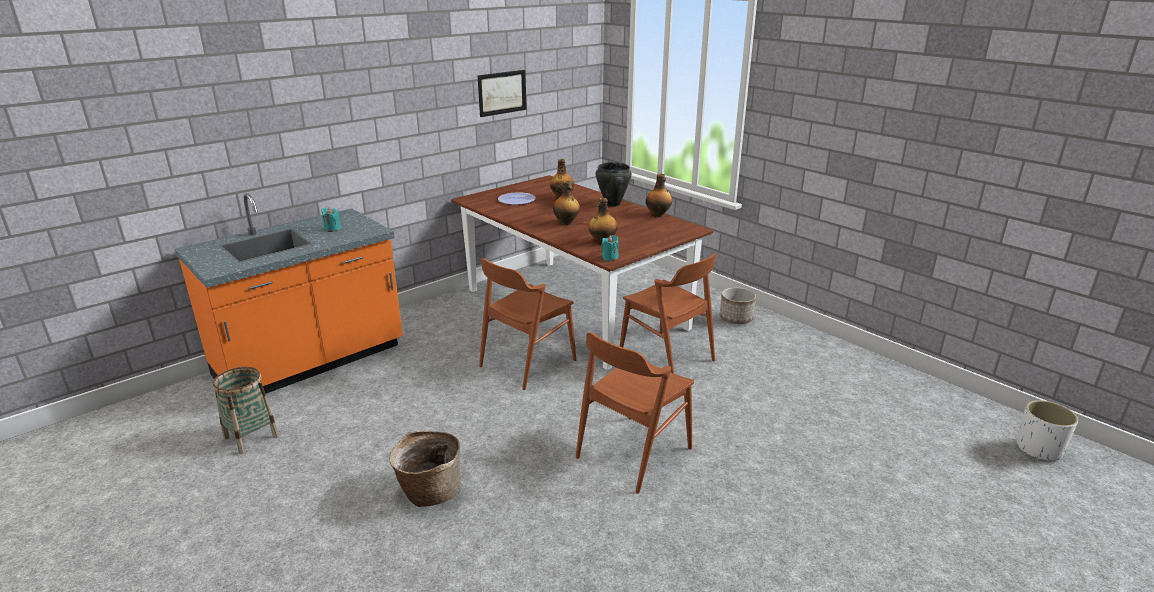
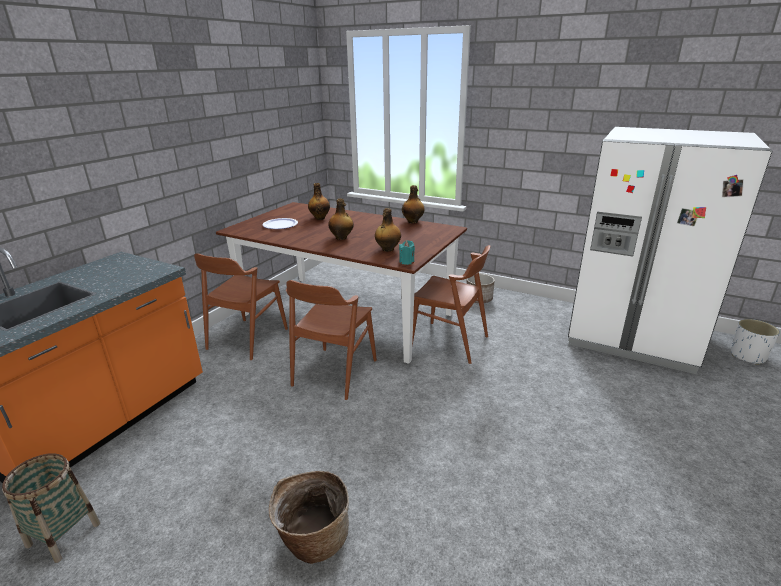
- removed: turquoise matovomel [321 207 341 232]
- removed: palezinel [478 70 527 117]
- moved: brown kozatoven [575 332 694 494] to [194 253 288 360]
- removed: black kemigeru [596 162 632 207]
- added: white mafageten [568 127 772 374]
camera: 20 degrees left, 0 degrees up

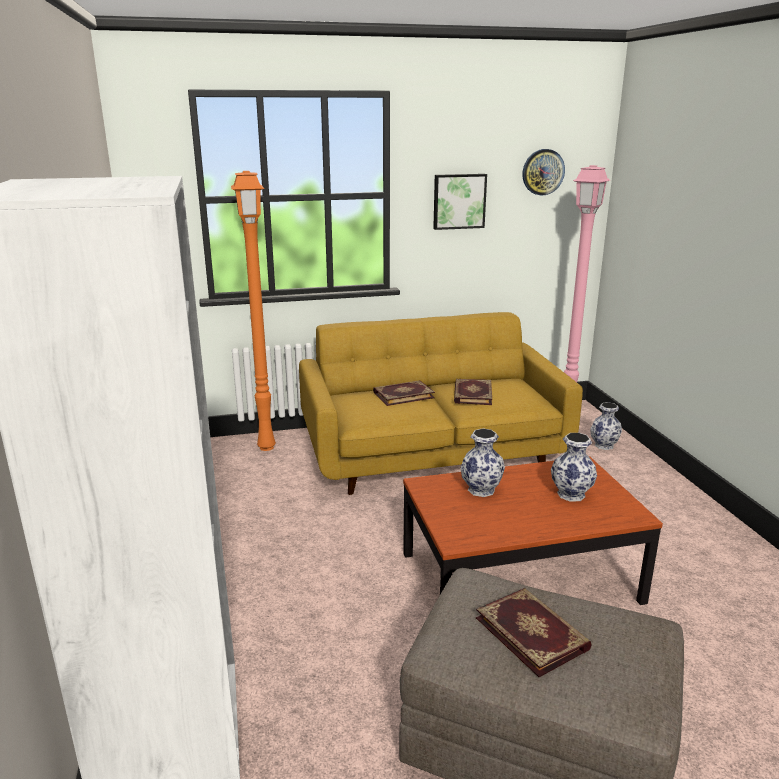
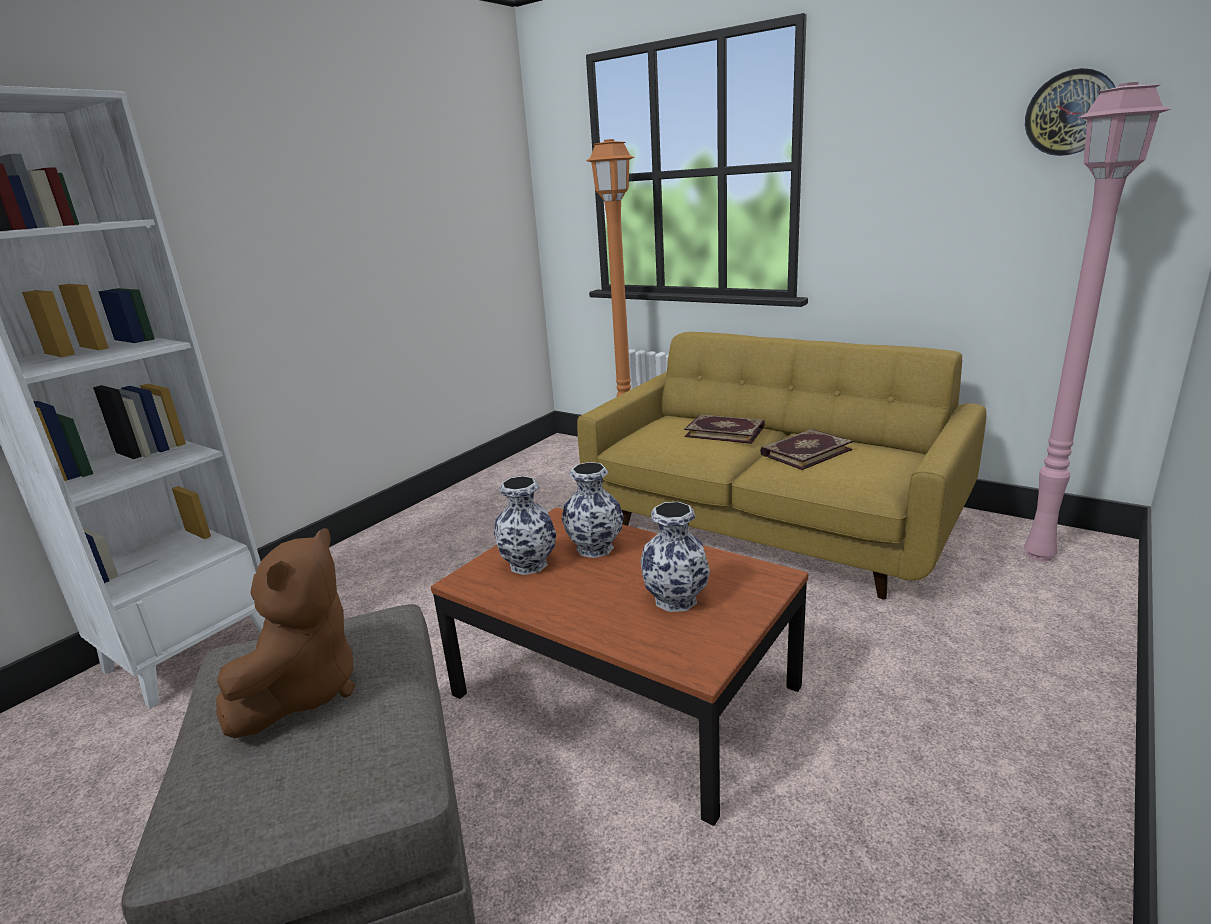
- removed: palezinel [433 174 487 230]
- replaced: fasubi [476 588 592 677] to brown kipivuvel [216 528 355 738]
- moved: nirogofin [590 402 622 450] to [494 476 556 575]
camera: 50 degrees right, 0 degrees up

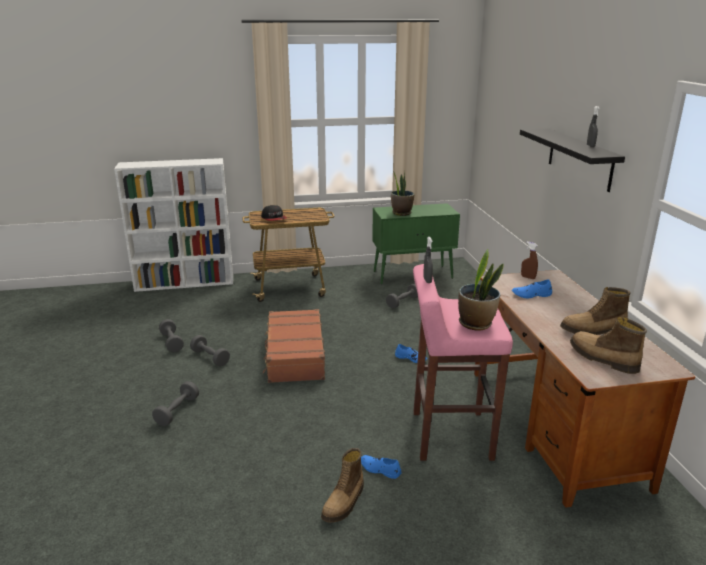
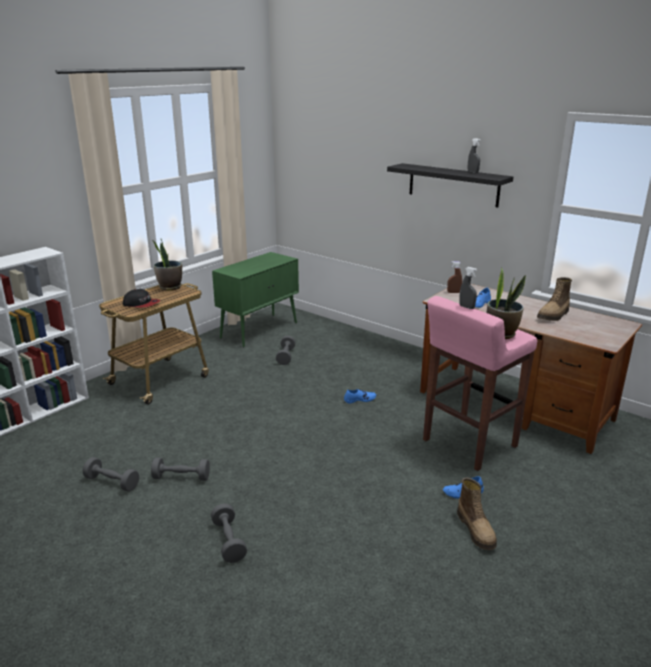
- removed: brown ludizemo [263 309 325 383]
- moved: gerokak [391 170 415 216] to [152 239 182 290]
- removed: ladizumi [570 317 647 374]
camera: 40 degrees left, 0 degrees up

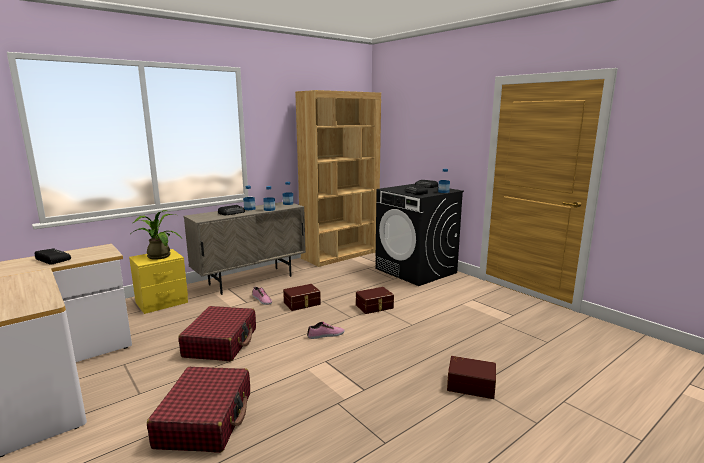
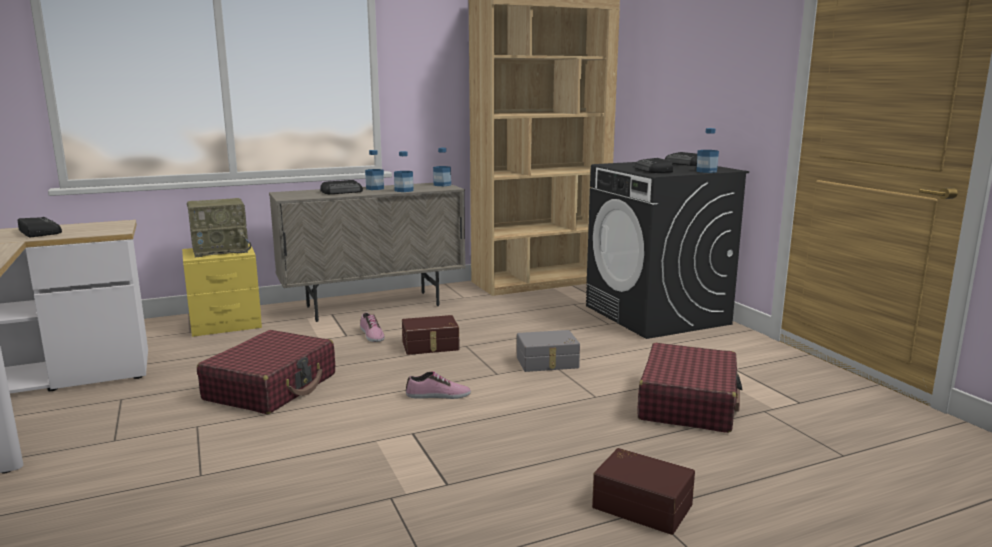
- replaced: gerokak [132 210 182 260] to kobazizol [187 198 251 257]
- moved: red ludizemo [147 367 250 453] to [637 343 742 433]
- recoloured: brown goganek [356 287 394 314] to grey goganek [517 330 580 372]
camera: 15 degrees right, 0 degrees up

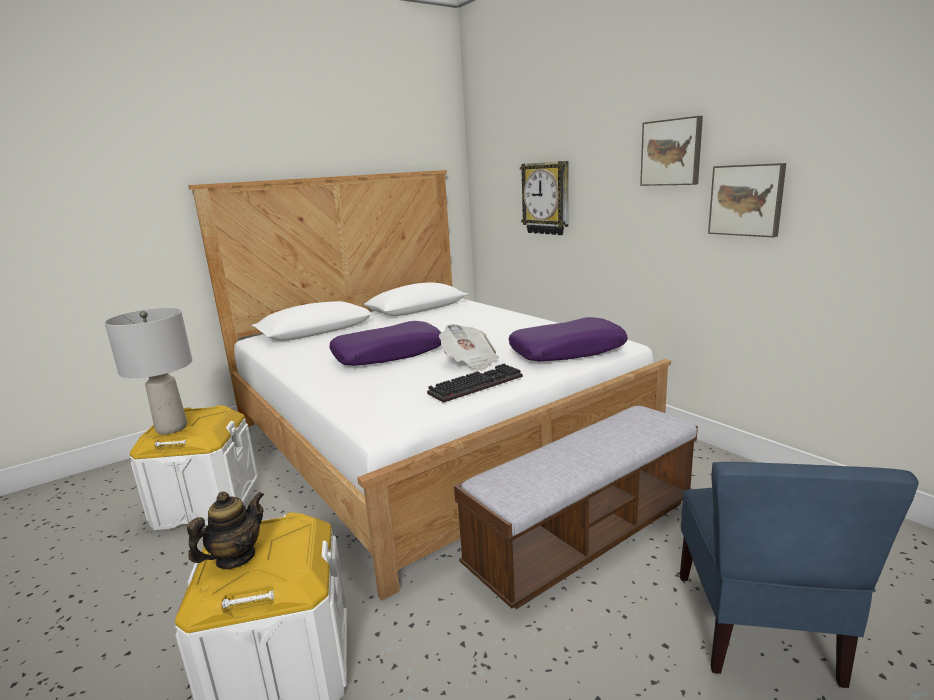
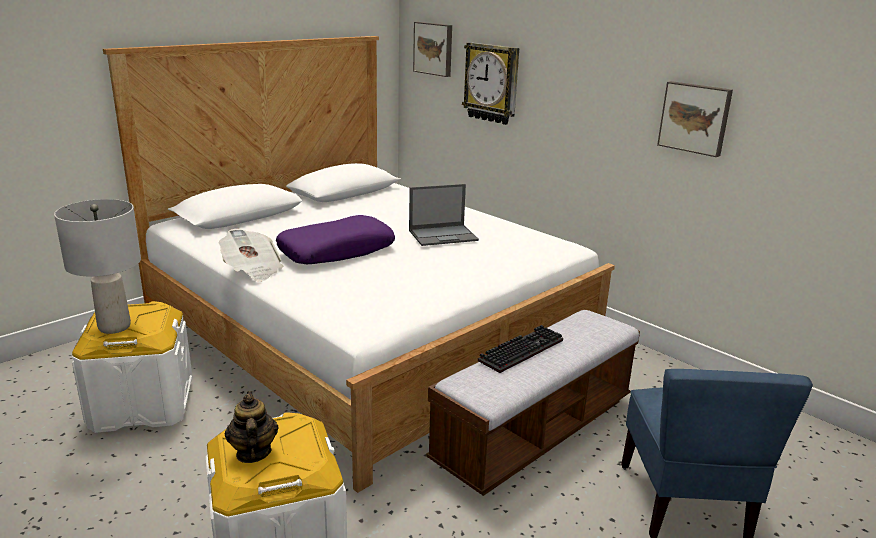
- turned: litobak [187 491 264 569] = [225 391 279 463] 45 degrees counterclockwise
- moved: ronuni [427 364 523 403] to [478 325 563 373]
- moved: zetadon [439 324 499 371] to [219 229 284 282]
- removed: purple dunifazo [509 317 628 361]
- moved: palezinel [640 116 703 186] to [413 22 452 77]
- added: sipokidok [409 184 479 246]
camera: 10 degrees left, 5 degrees up

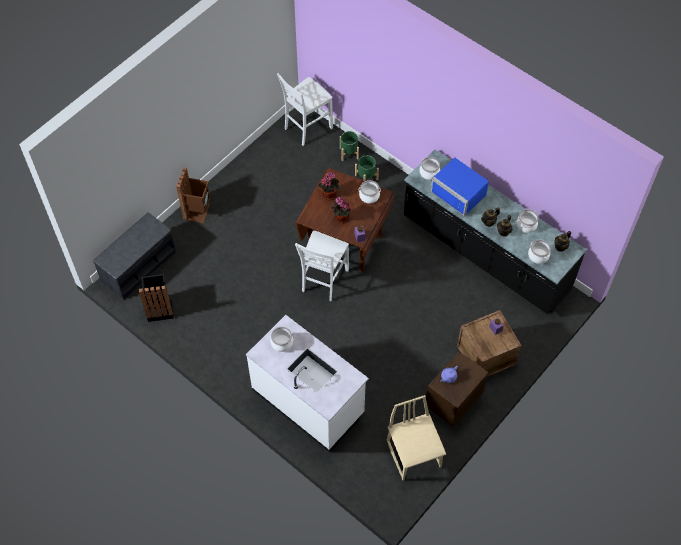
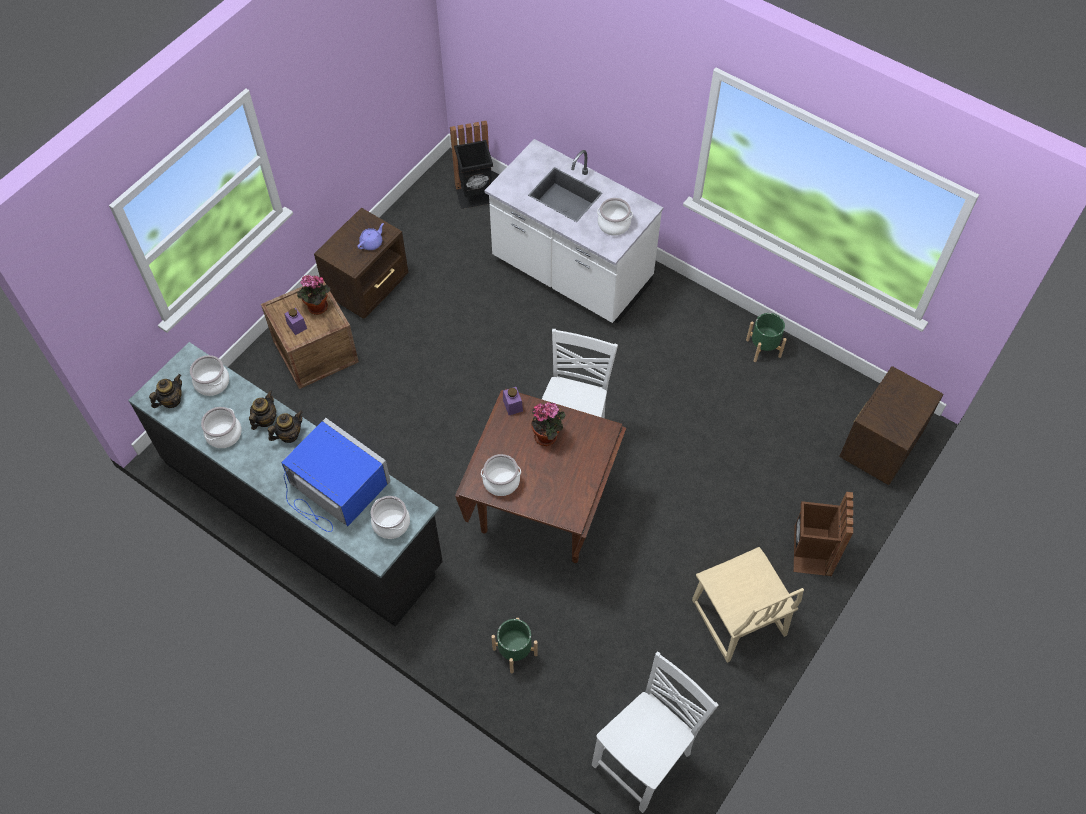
- replaced: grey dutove [93 212 176 300] to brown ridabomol [839 366 944 485]
- moved: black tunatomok [139 274 174 322] to [450 121 493 209]
- moved: gerokak [318 172 340 200] to [297 275 330 315]
- moved: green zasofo [340 131 359 161] to [746 313 787 362]
- moved: beige kozatoven [387 395 446 481] to [692 547 804 663]
camera: 175 degrees right, 0 degrees up

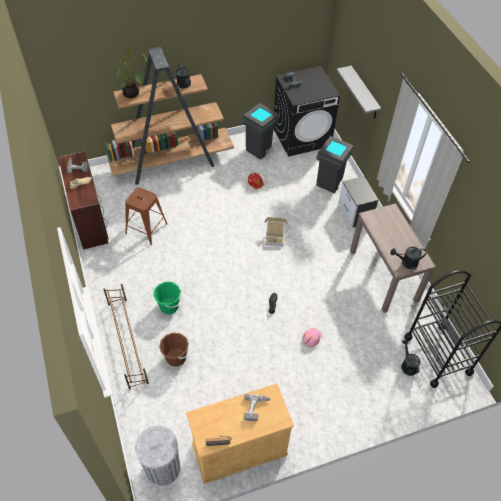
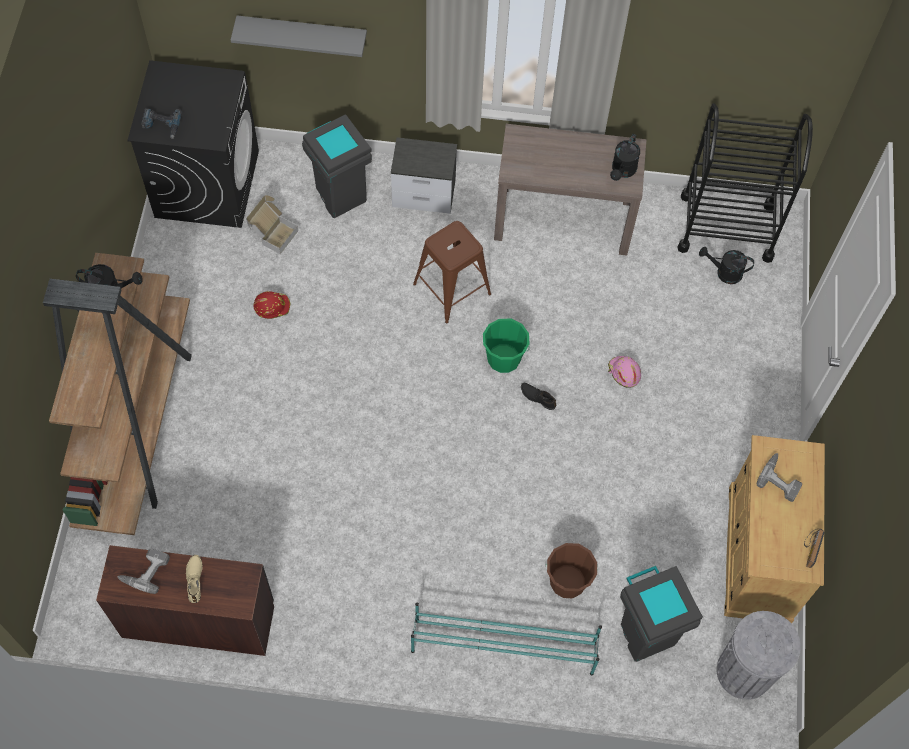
- recoloured: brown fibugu [103 284 149 390] to turquoise fibugu [411 602 602 675]
- removed: gerokak [111 49 147 98]
- moved: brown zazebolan [125 187 168 245] to [413 221 491 324]
- moved: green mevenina [153 282 181 314] to [483 319 530 373]
- moved: grey tunatomok [242 103 279 160] to [620 566 703 662]
- moved: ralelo [264 217 287 247] to [246 195 298 254]
camera: 65 degrees left, 10 degrees up

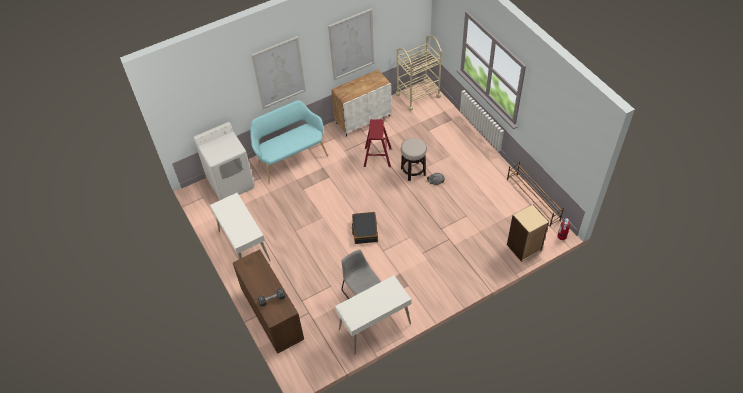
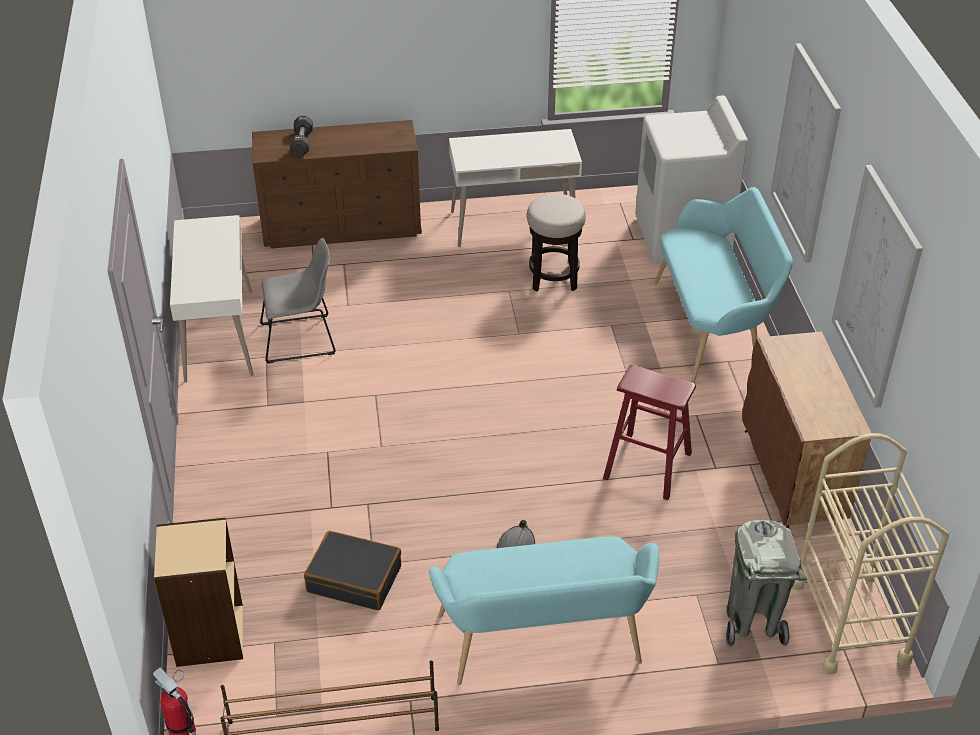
- recoloured: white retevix [331 70 392 136] to brown retevix [742 331 871 529]
- moved: black ludizemo [352 212 378 244] to [304 531 401 610]
- moved: zazebolan [401 138 427 181] to [527 194 586 291]
- added: turquoise dutove [429 537 659 685]
- added: grey tunatomok [726 520 807 648]
camera: 110 degrees right, 10 degrees down

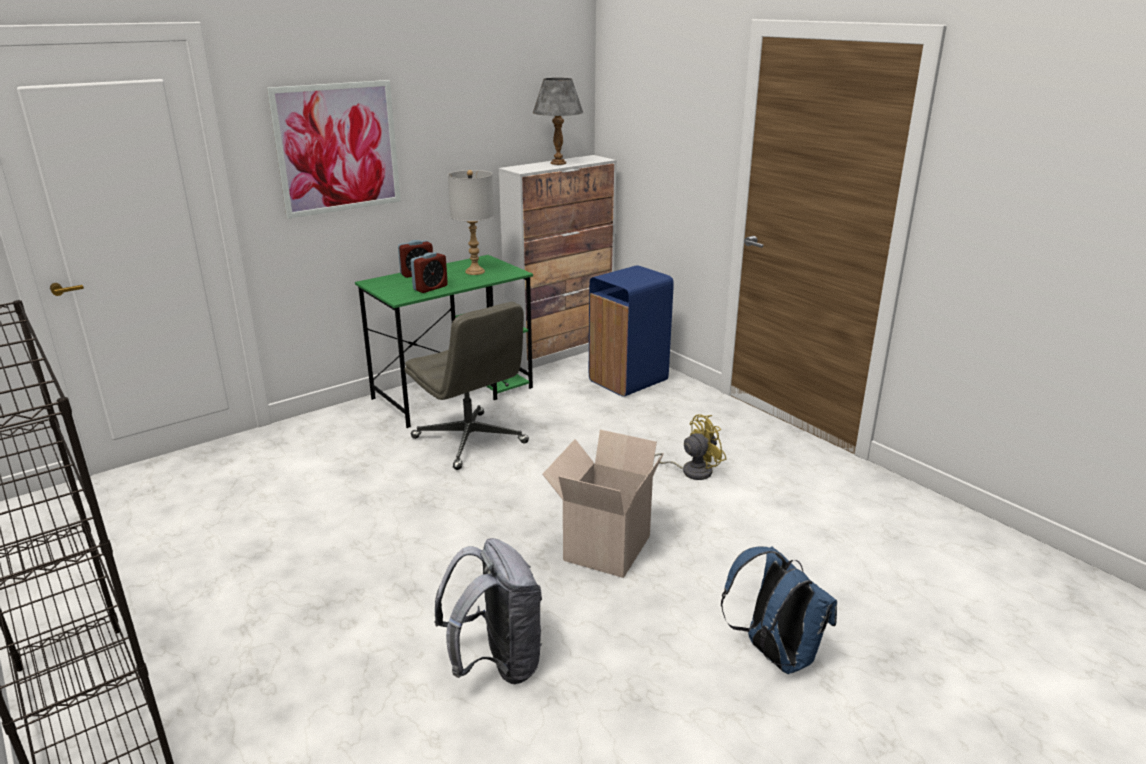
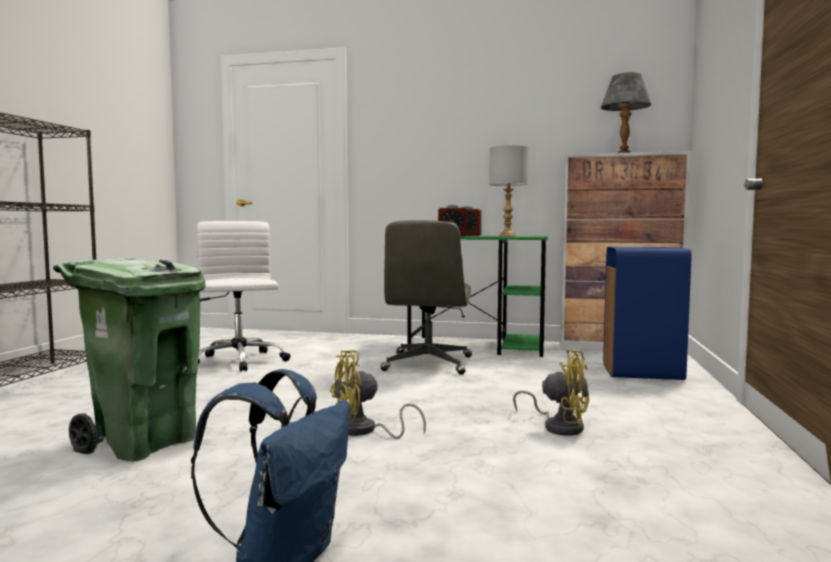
- removed: palezinel [267 80 401 219]
- replaced: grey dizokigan [434 538 542 684] to green tunatomok [53 258 206 461]
- replaced: ralelo [542 430 664 578] to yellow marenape [330 350 426 439]
- added: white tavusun [197 221 291 372]
camera: 50 degrees right, 20 degrees down

